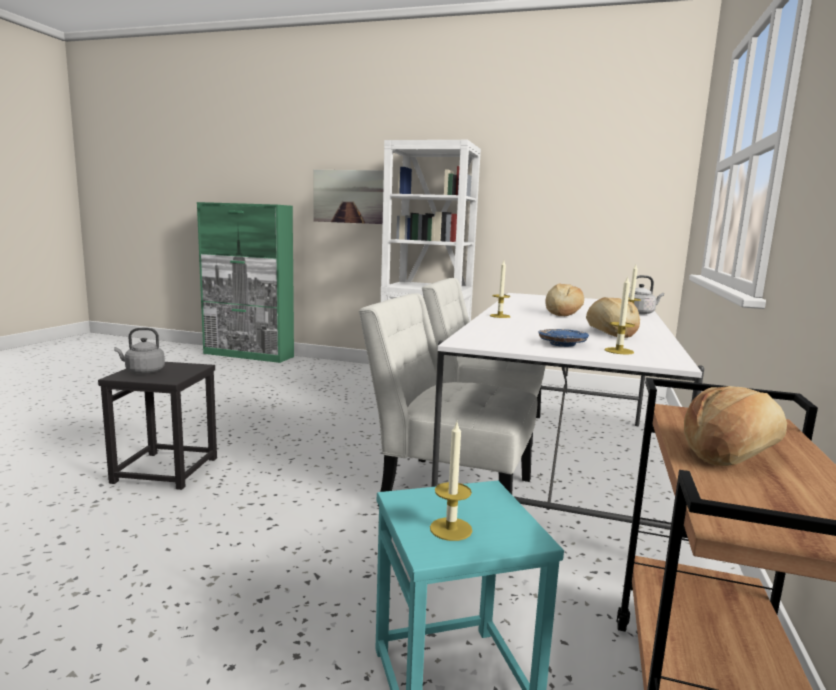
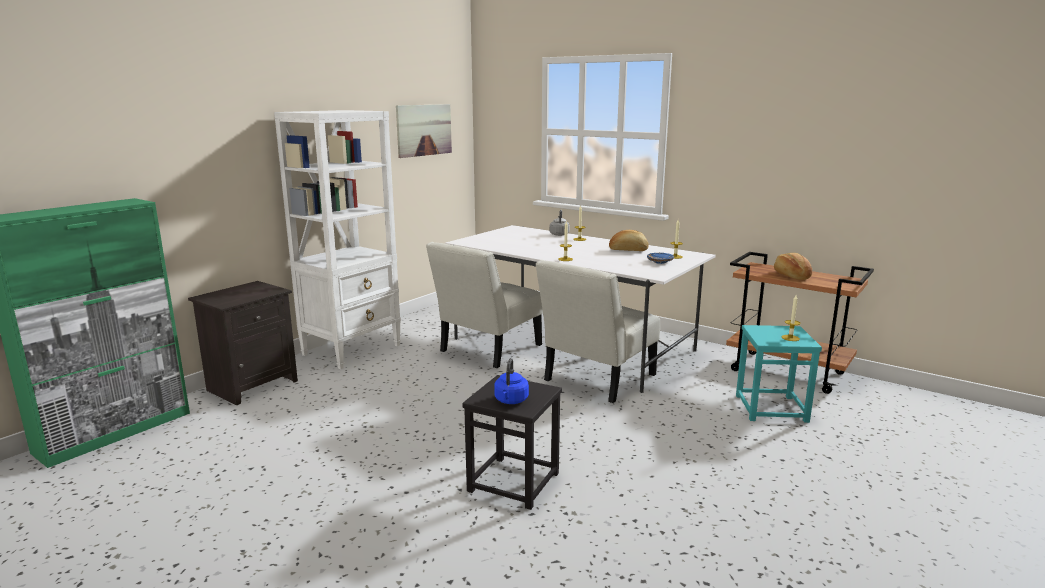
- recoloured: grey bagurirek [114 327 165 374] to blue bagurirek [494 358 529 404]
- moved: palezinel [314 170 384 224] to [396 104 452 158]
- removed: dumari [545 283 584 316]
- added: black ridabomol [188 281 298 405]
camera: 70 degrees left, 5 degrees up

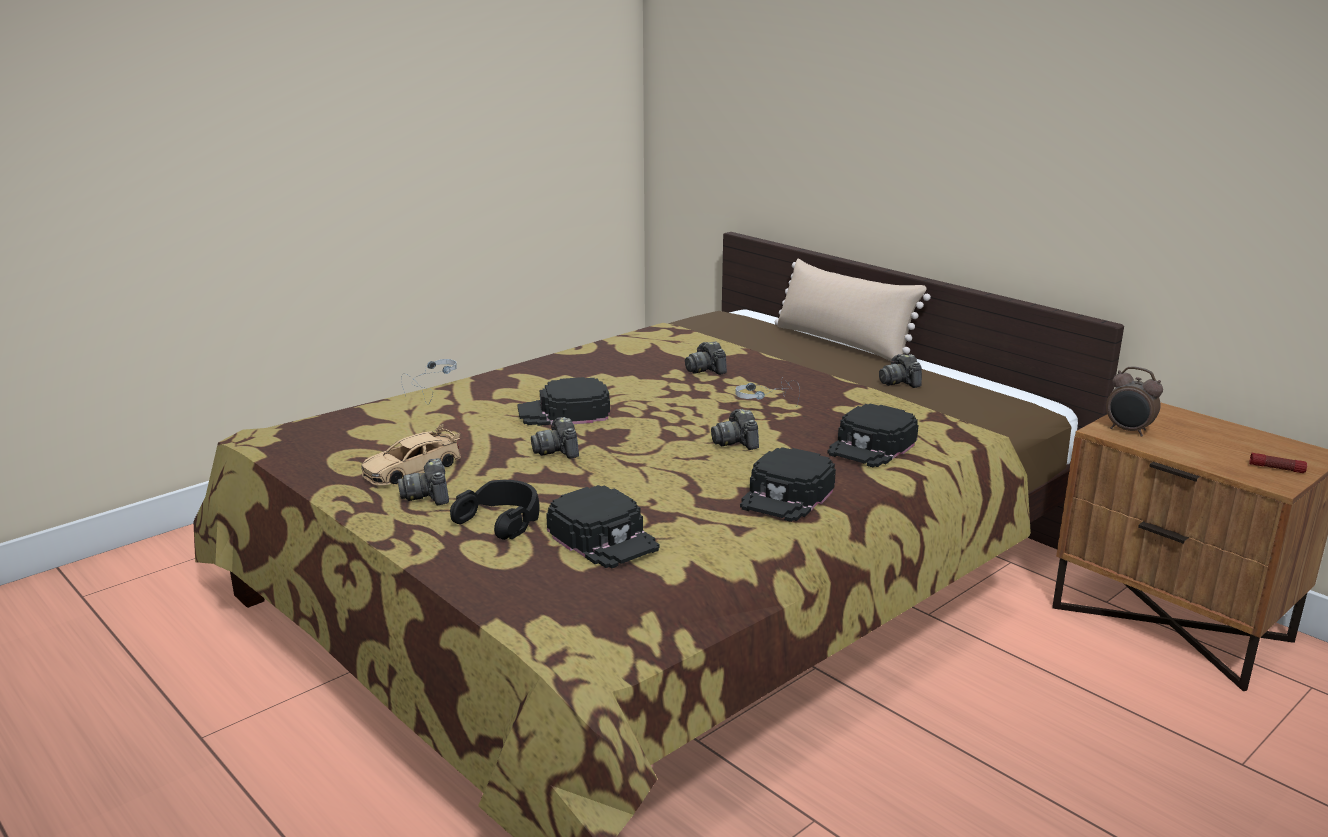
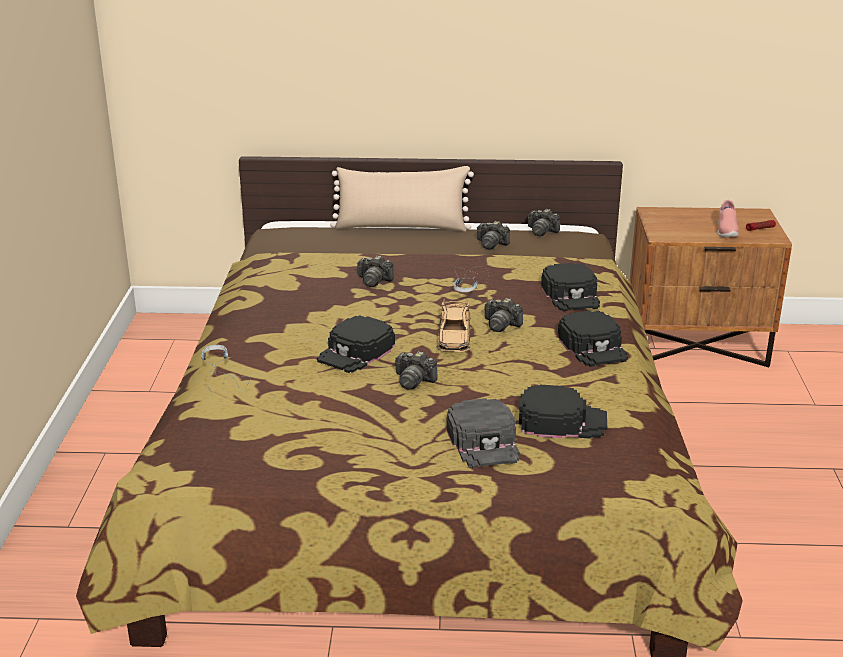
- moved: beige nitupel [361 424 461 485] to [436 299 471 352]
- moved: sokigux [398 458 449 505] to [528 209 560 236]
- replaced: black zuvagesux [450 480 540 540] to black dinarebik [446 398 520 468]
- removed: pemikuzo [1106 366 1163 437]
- added: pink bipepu [717 200 739 237]
camera: 45 degrees left, 5 degrees up

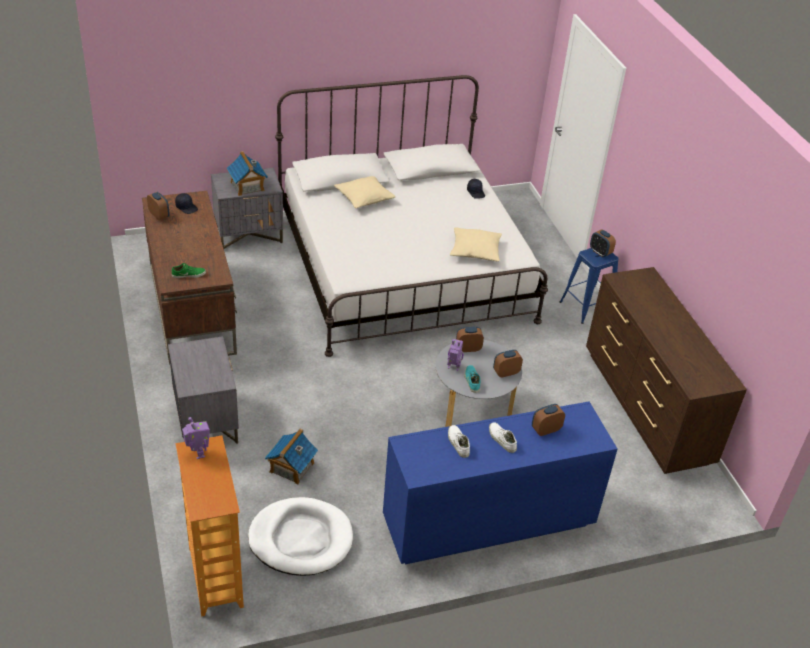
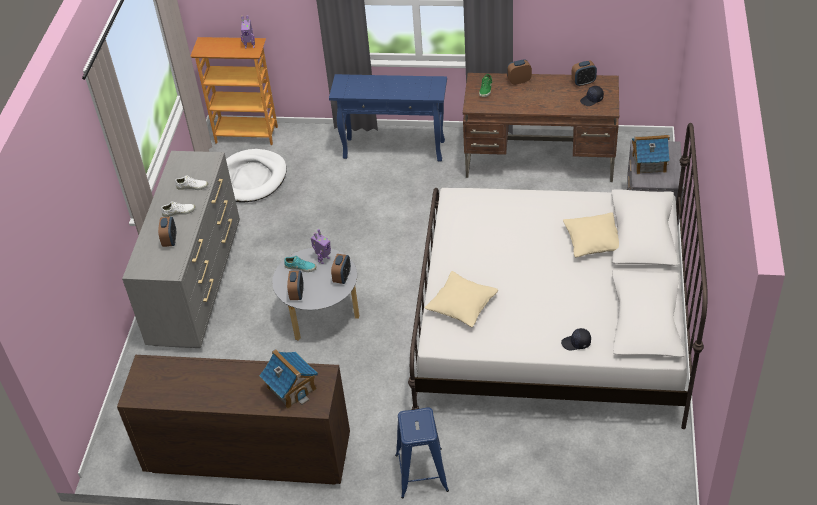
- replaced: grey ridabomol [168 336 239 444] to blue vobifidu [329 74 447 162]
- moved: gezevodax [265 429 318 485] to [259 349 318 409]
- recoloured: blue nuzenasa [383 402 618 564] to grey nuzenasa [122 151 240 348]
- moved: pemikuzo [590 229 616 257] to [507 59 532 85]
camera: 120 degrees right, 5 degrees up

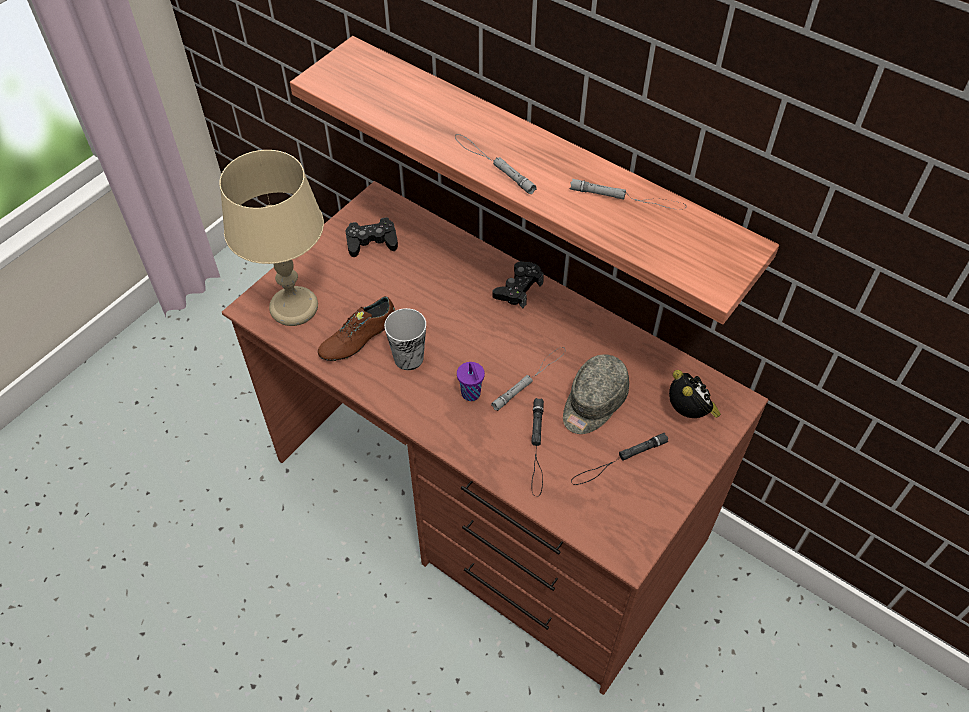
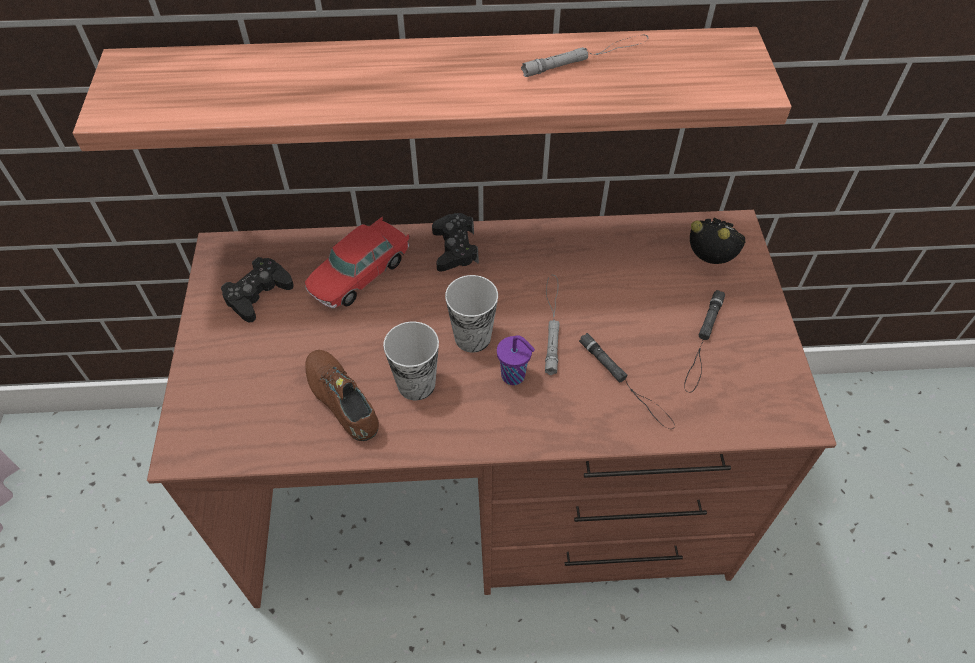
- removed: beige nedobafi [219 150 324 326]
- turned: brown bipepu [318 296 395 361] = [305 350 379 441] 135 degrees clockwise
- removed: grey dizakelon [455 134 537 194]
- removed: grey dinarebik [563 355 629 434]
- added: nitupel [305 217 410 308]
- added: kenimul [445 275 498 352]
camera: 40 degrees left, 0 degrees up

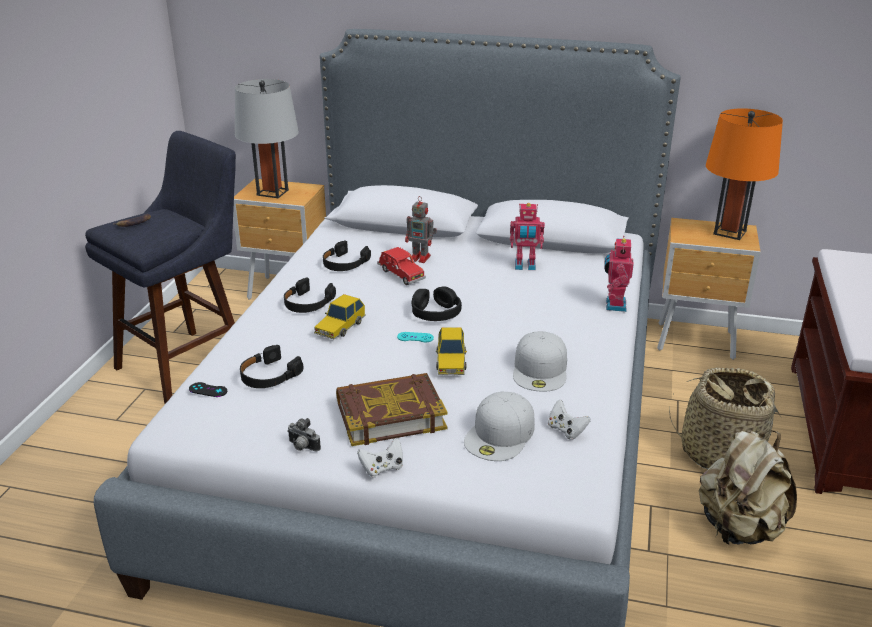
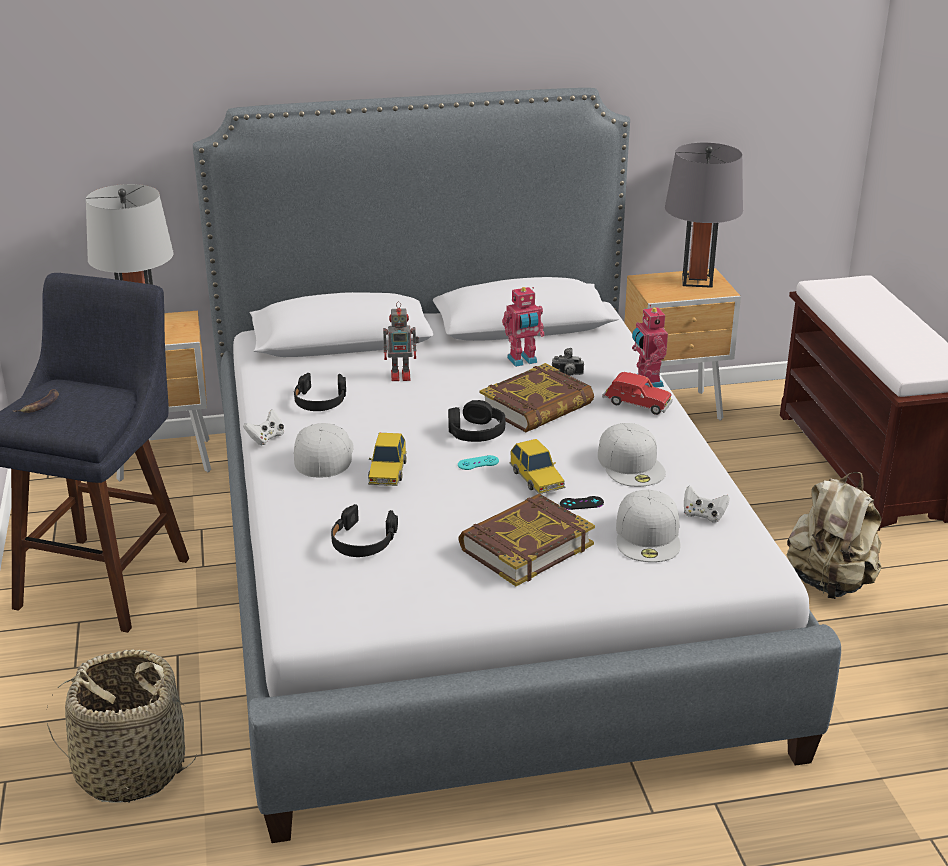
- moved: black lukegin [189 382 227 397] to [560 496 604 510]
- replaced: black zuvagesux [284 278 336 313] to white dinarebik [294 423 354 478]
- moved: sokigux [287 418 321 451] to [552 348 584 376]
- moved: white lukegin [357 438 403 477] to [244 409 284 445]
- moved: red nitupel [377 247 426 285] to [602 372 673 415]
- moved: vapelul [669 368 781 469] to [47 649 197 803]
- recoloured: orange nedobafi [706 108 783 240] to grey nedobafi [665 143 743 288]
- added: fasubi [480 363 594 432]
camera: 25 degrees left, 0 degrees up

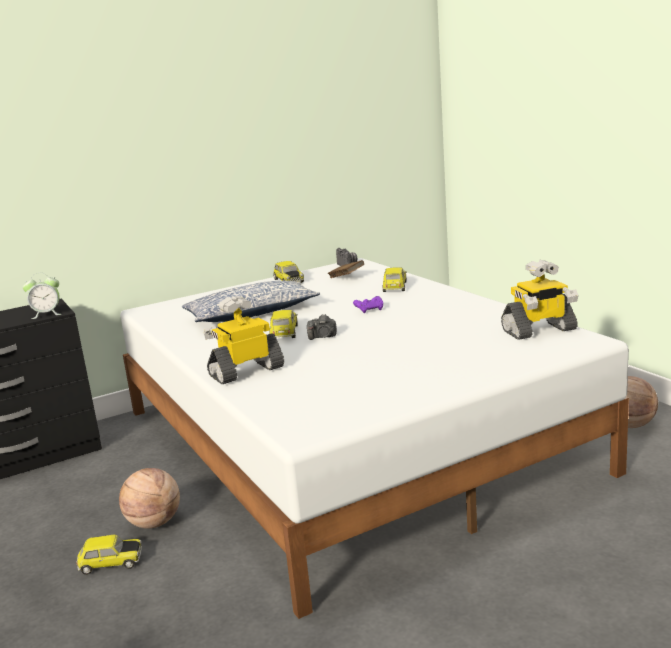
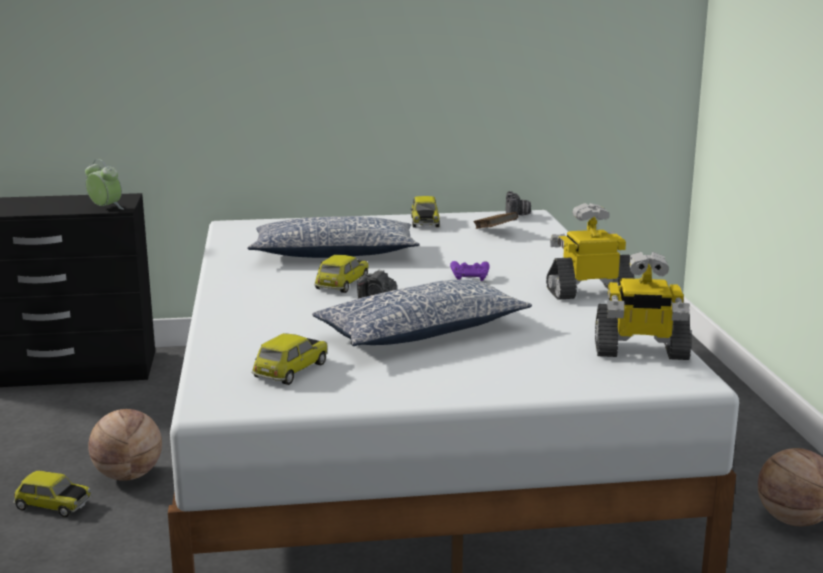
- turned: pemikuzo [23 273 61 319] = [85 159 124 209] 150 degrees counterclockwise
- moved: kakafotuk [204 296 284 384] to [546 203 635 300]
- moved: nitupel [382 267 407 292] to [252 333 327 385]
- added: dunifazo [312 279 532 346]
camera: 20 degrees right, 0 degrees up

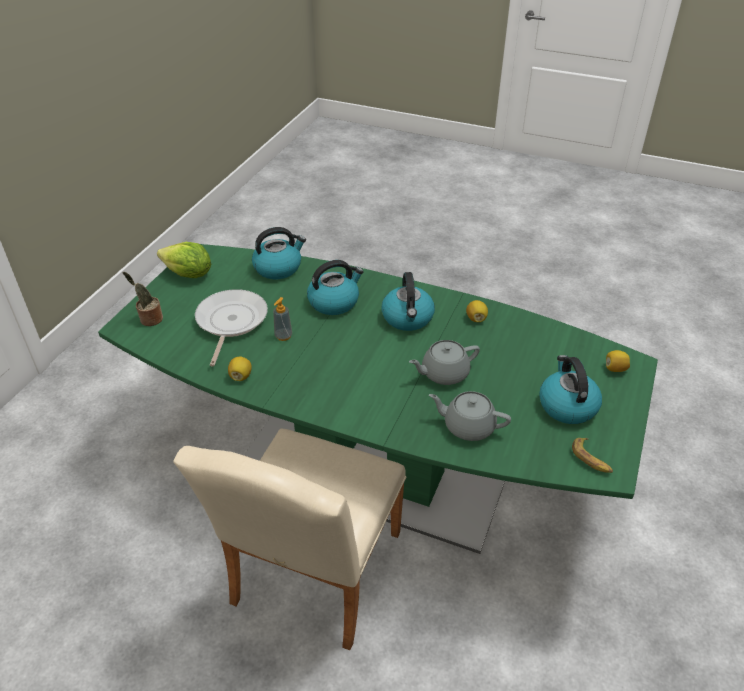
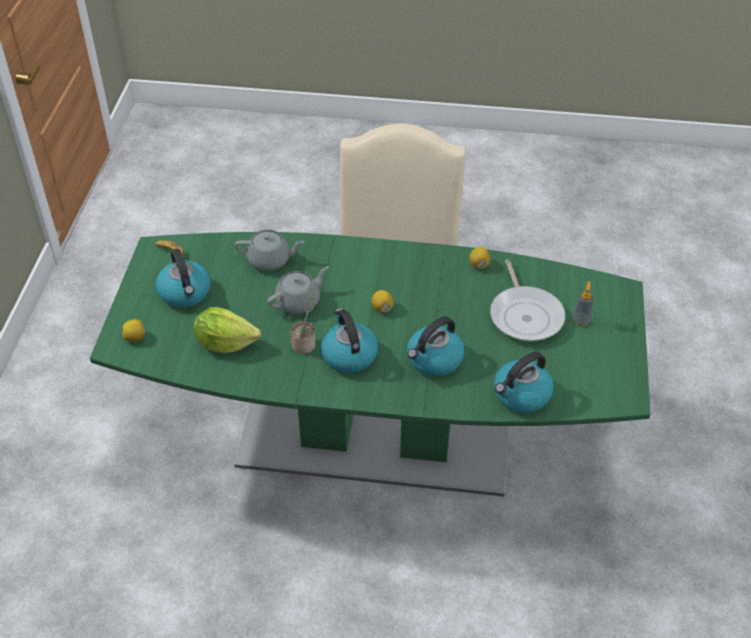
- moved: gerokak [123 272 163 326] to [290 290 315 354]
- moved: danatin [157 242 211 278] to [194 307 261 353]
- moved: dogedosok [273 297 292 341] to [573 281 594 326]
- moved: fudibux [466 300 488 322] to [371 290 394 313]
camera: 165 degrees right, 5 degrees up

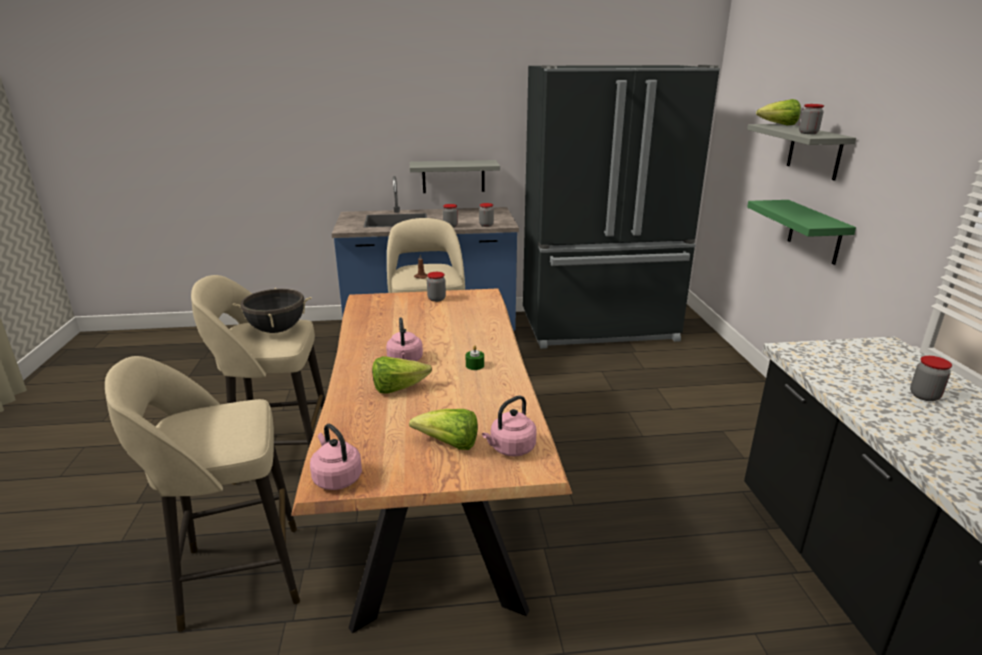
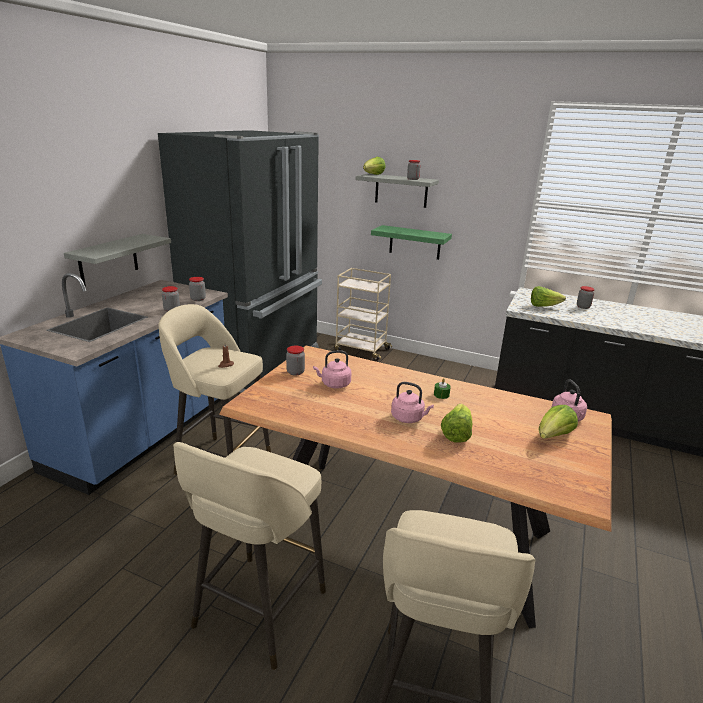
- removed: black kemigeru [233 288 312 333]
- moved: pink bagurirek [310 424 362 490] to [313 350 351 389]
- added: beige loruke [334 268 392 361]
- added: danatin [531 286 566 307]
camera: 60 degrees left, 0 degrees up

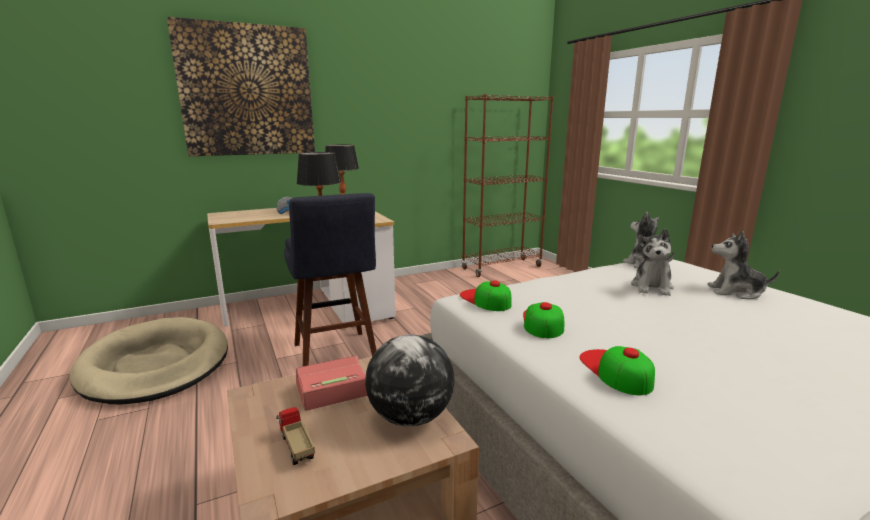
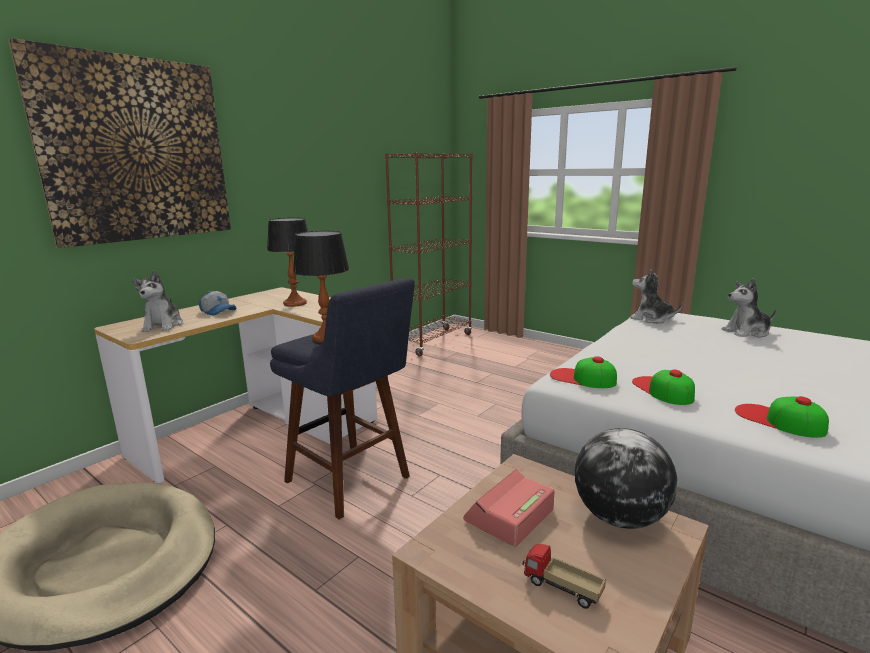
- moved: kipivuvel [631 229 674 296] to [132 270 183 332]
camera: 25 degrees left, 0 degrees up

